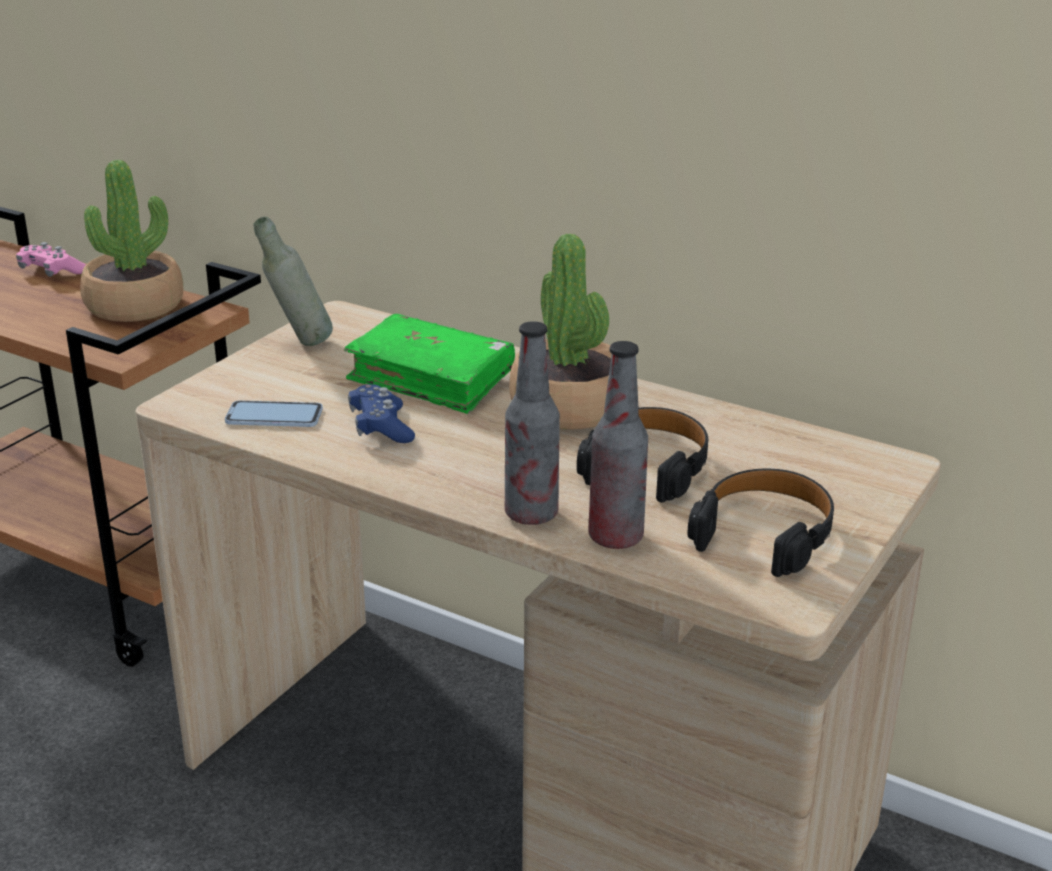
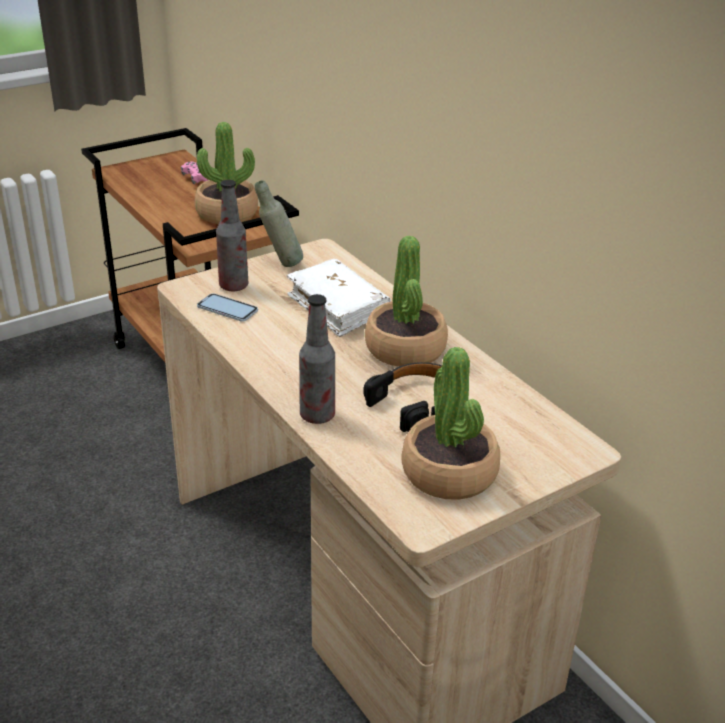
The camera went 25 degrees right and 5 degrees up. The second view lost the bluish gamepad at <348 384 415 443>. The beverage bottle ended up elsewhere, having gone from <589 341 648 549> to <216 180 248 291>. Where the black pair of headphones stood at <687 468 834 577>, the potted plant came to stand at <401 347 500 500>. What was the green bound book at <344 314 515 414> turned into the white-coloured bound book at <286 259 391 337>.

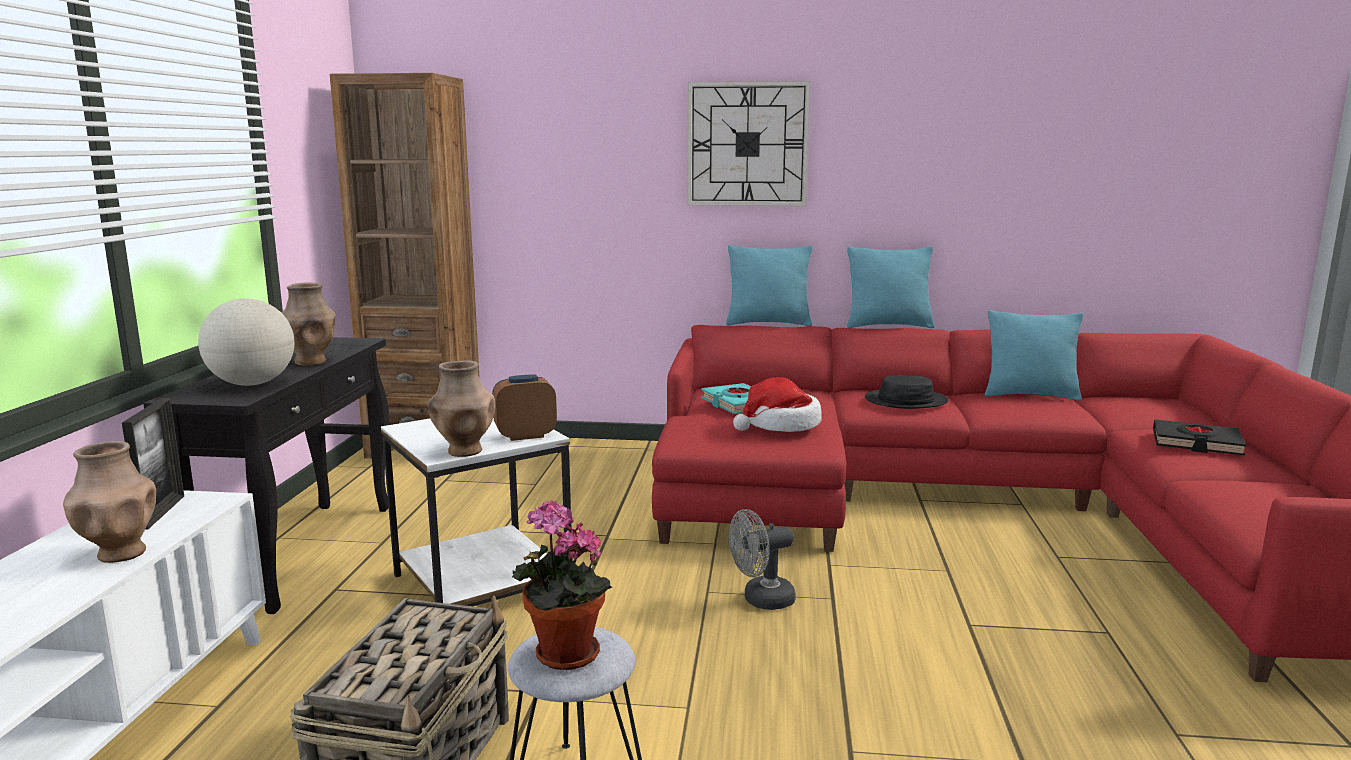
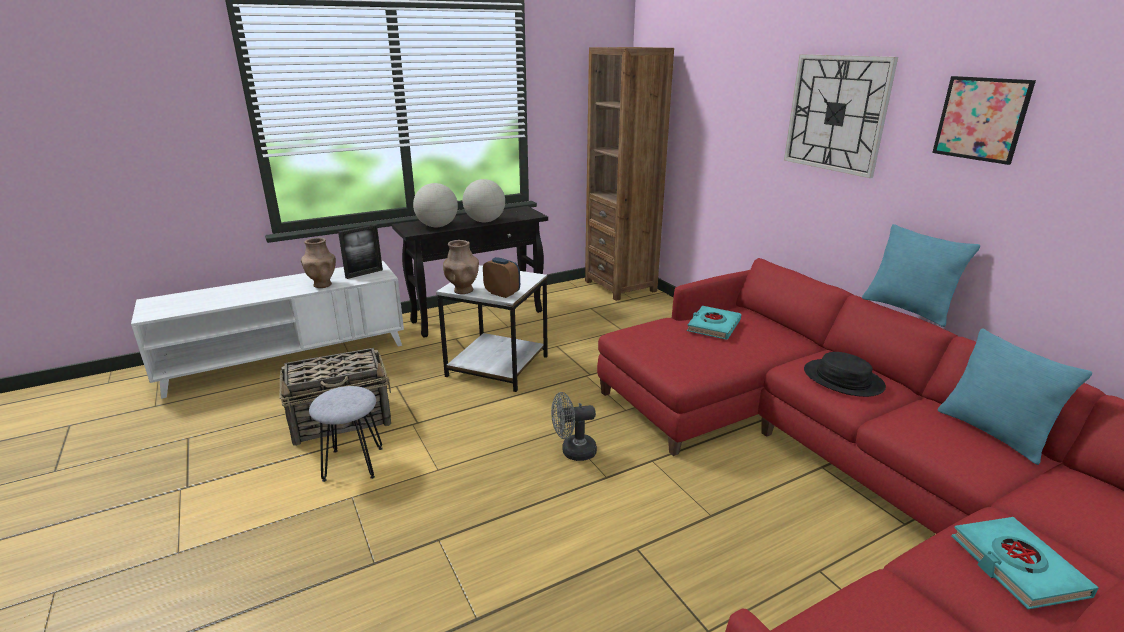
The camera went 55 degrees right and 10 degrees up. The second view lost the potted plant at <512 500 613 670>. The second view lost the blue-green cushion at <726 245 813 326>. The second view lost the clothing hat at <733 377 822 432>. The second view gained the picture at <932 76 1036 165>. Where the brownish decorative vase stood at <281 283 336 365>, the world globe came to stand at <462 179 505 222>. What was the black bound book at <1153 419 1246 455> turned into the blue-green bound book at <952 517 1099 609>. The grey electric fan at <729 509 796 610> ended up facing another way, 45 degrees counterclockwise from before.

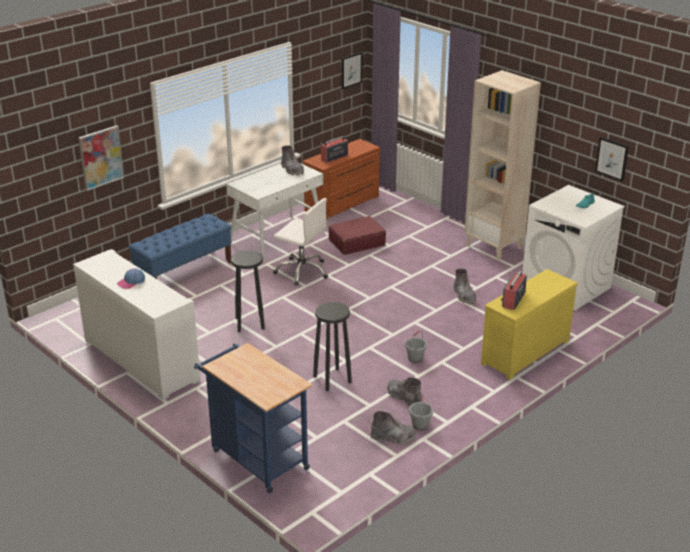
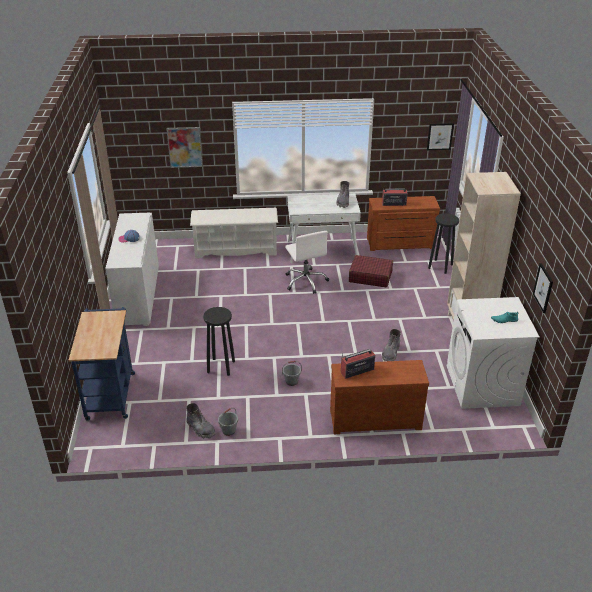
The camera went 40 degrees right and 5 degrees up. The second view lost the grey tall boot at <387 377 421 406>. The black stool ended up elsewhere, having gone from <231 250 265 332> to <428 213 459 274>. Where the bluish bench stood at <129 214 231 279>, the white-coloured shoe shelf came to stand at <190 208 278 258>. What was the yellow chest of drawers at <481 269 577 380> turned into the brownish chest of drawers at <330 360 429 434>.

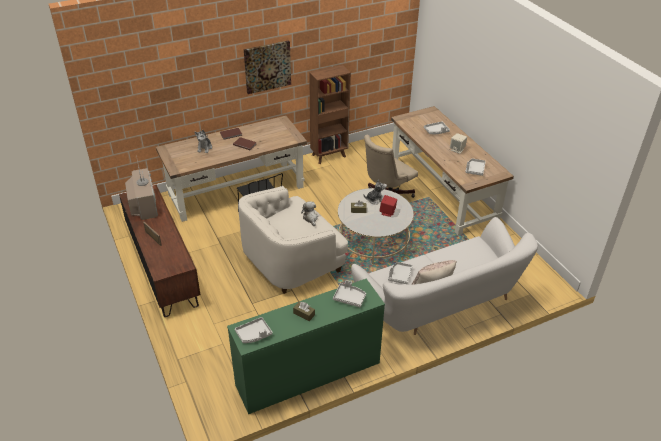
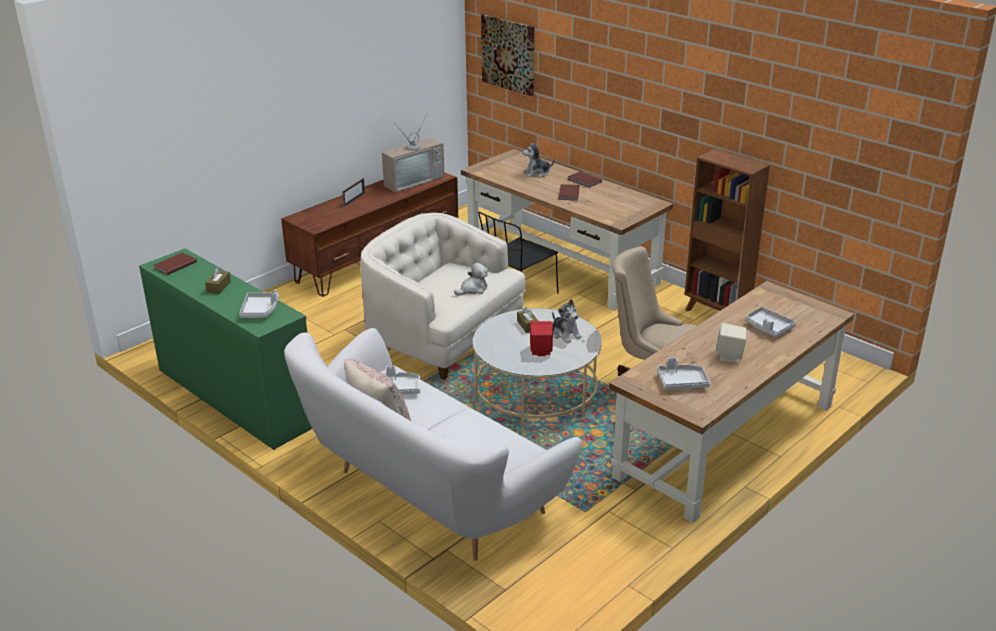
The camera went 70 degrees right and 10 degrees down. The picture ended up elsewhere, having gone from <244 40 291 94> to <481 14 534 96>. Where the grey carrying tray stood at <235 317 273 343>, the brownish bound book came to stand at <154 252 197 275>.

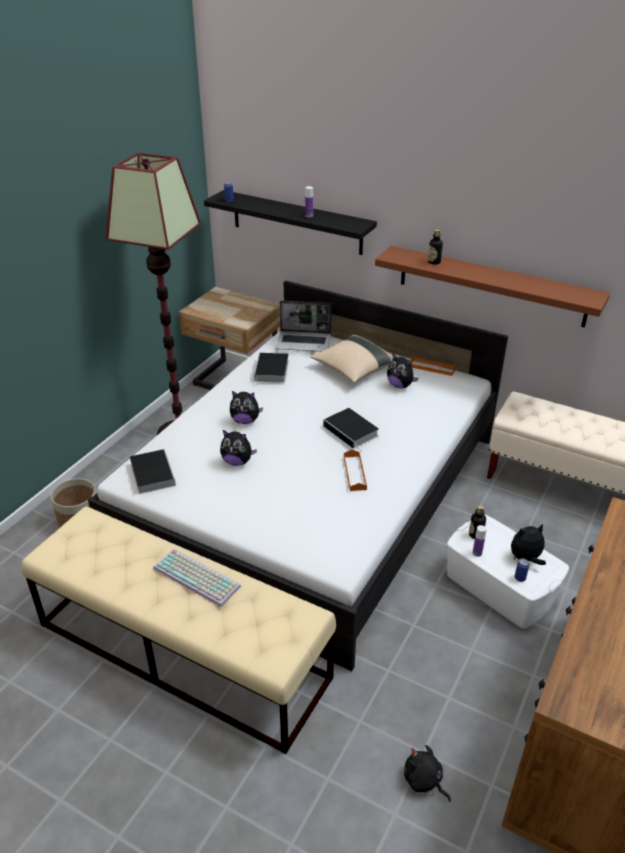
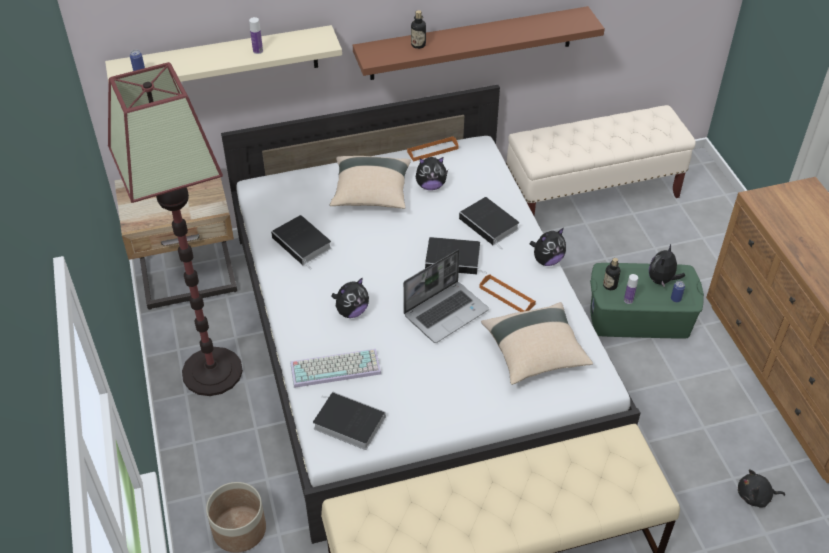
The camera went 45 degrees left and 10 degrees up. The second view gained the bound book at <459 197 519 250>. The second view gained the beige-coloured cushion at <481 302 593 385>. The computer keyboard ended up elsewhere, having gone from <153 549 241 607> to <290 349 381 388>. The plush toy ended up elsewhere, having gone from <220 430 257 466> to <530 228 566 266>. The laptop ended up elsewhere, having gone from <276 301 331 352> to <403 249 489 343>. What was the black wall shelf at <204 190 377 255> turned into the beige-coloured wall shelf at <105 25 342 82>. What was the white-coloured storage bin at <447 515 569 629> turned into the green storage bin at <590 263 704 339>.

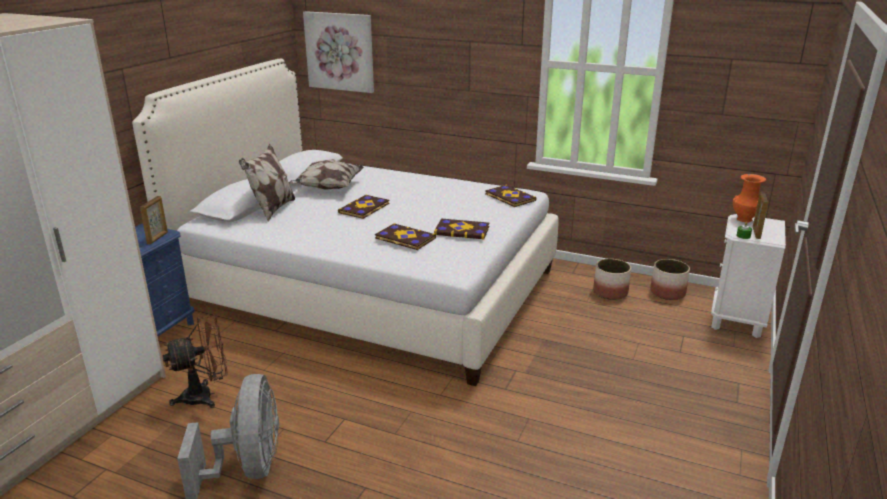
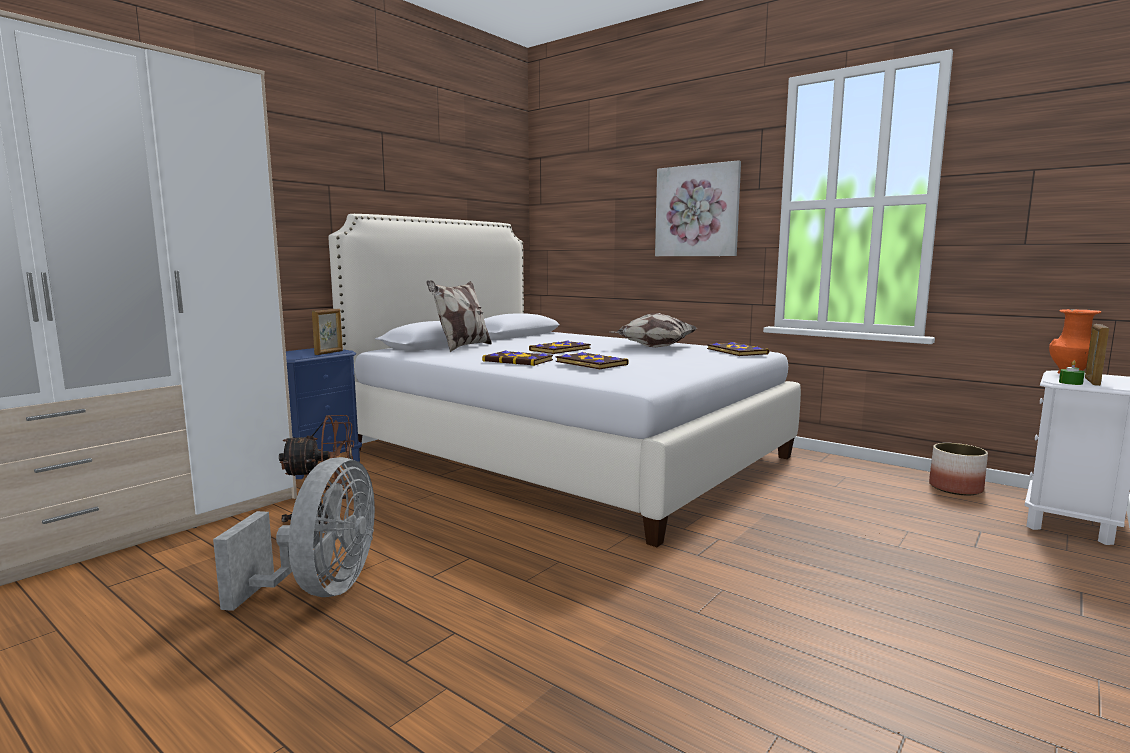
The camera went 15 degrees right and 15 degrees down. The second view lost the flower pot at <593 259 631 300>. The cushion ended up elsewhere, having gone from <289 159 364 189> to <610 313 697 347>. The picture ended up elsewhere, having gone from <303 11 374 93> to <655 160 741 256>. The bound book ended up elsewhere, having gone from <434 219 489 239> to <482 350 553 366>.

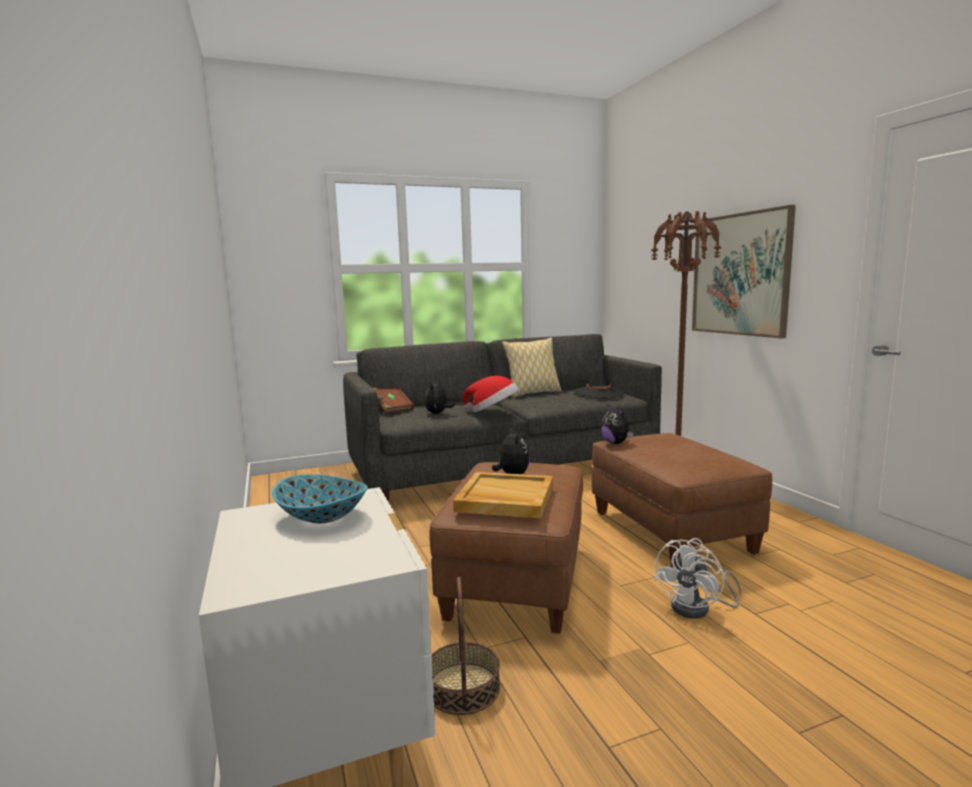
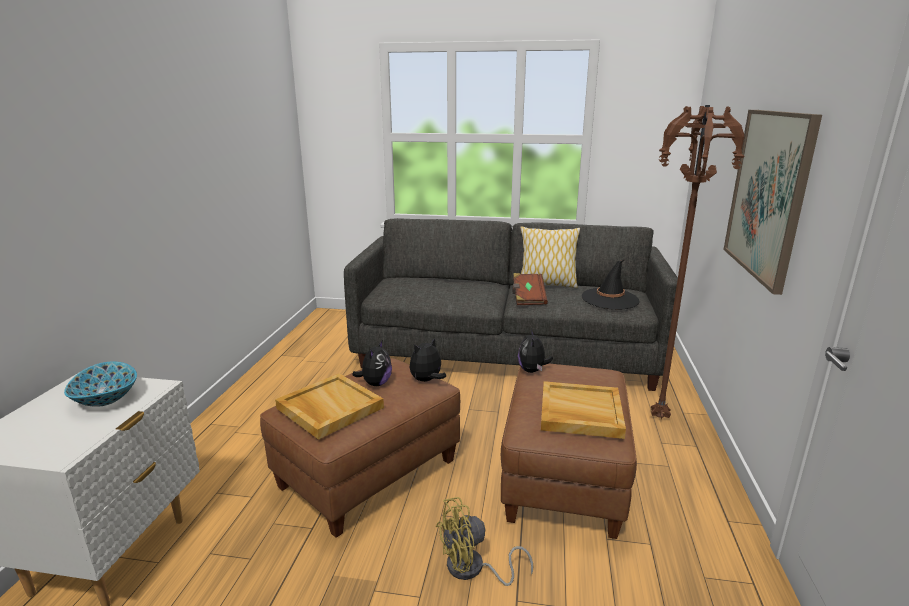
The camera went 30 degrees right and 10 degrees up. The second view lost the storage basket at <432 577 500 715>. The second view lost the clothing hat at <463 376 519 412>. The second view gained the beige-coloured carrying tray at <541 381 626 439>. The brownish bound book ended up elsewhere, having gone from <373 388 414 414> to <512 273 548 305>. The plush toy ended up elsewhere, having gone from <425 380 455 414> to <409 338 446 382>. What was the white-coloured electric fan at <654 538 741 619> turned into the yellow electric fan at <436 497 533 586>.

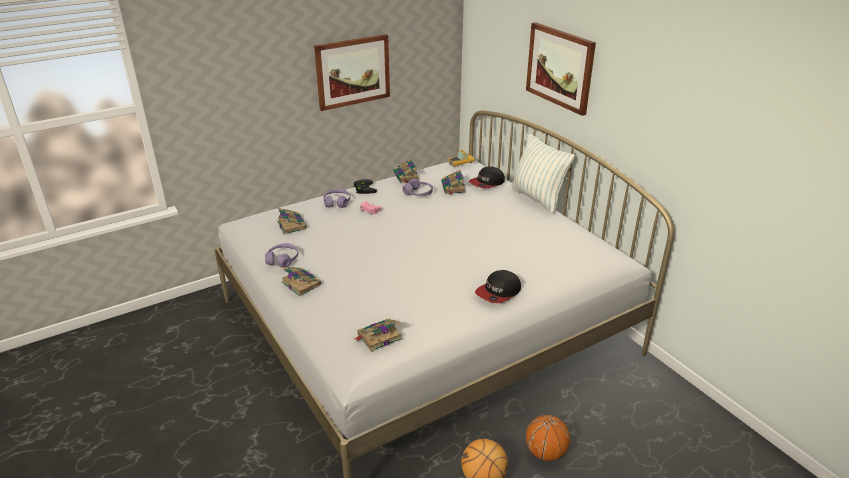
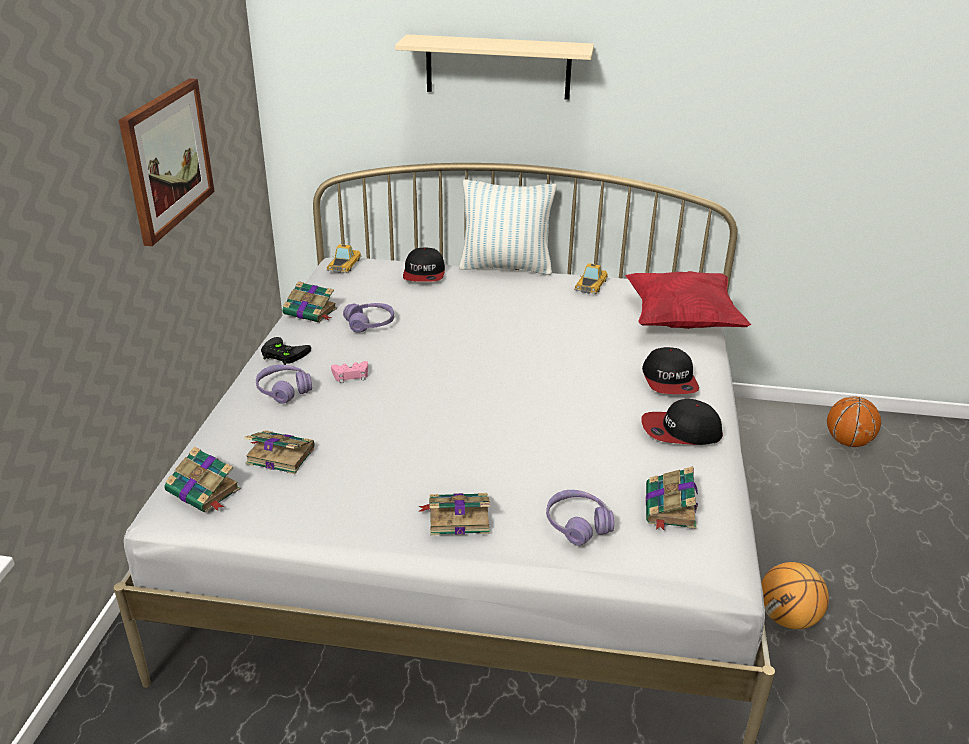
The camera went 50 degrees left and 0 degrees up. The second view gained the miniature car at <574 263 608 294>. The second view gained the red cushion at <625 271 751 329>. The second view gained the baseball cap at <642 399 723 445>. The purple-coloured pair of headphones ended up elsewhere, having gone from <265 243 299 267> to <546 490 614 545>. The bound book ended up elsewhere, having gone from <441 170 466 195> to <165 446 241 513>. The basketball ball ended up elsewhere, having gone from <526 415 570 461> to <827 397 881 447>. Where the picture hung at <526 22 596 116>, the beige-coloured wall shelf came to hang at <395 34 594 100>.

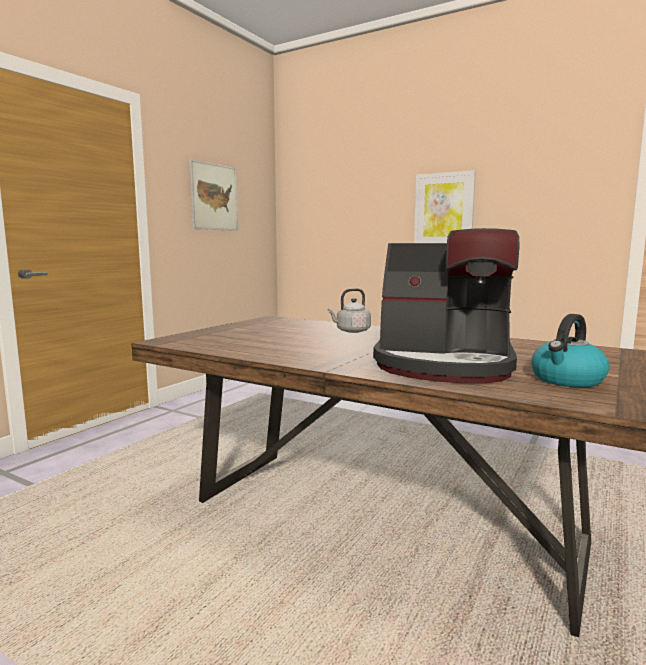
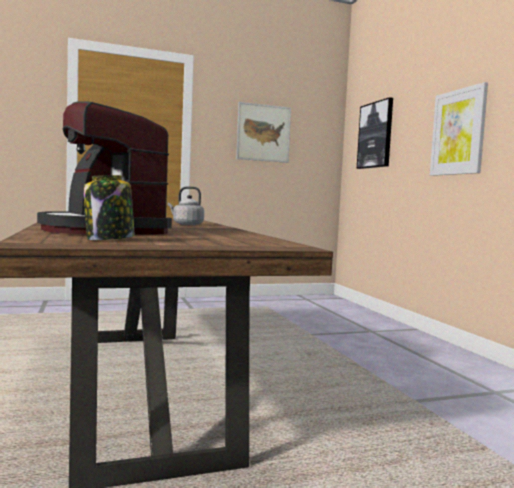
The camera went 40 degrees right and 5 degrees down. The second view gained the picture at <357 97 393 169>. Where the tea kettle stood at <532 314 610 387>, the storage jar came to stand at <83 175 135 240>.

